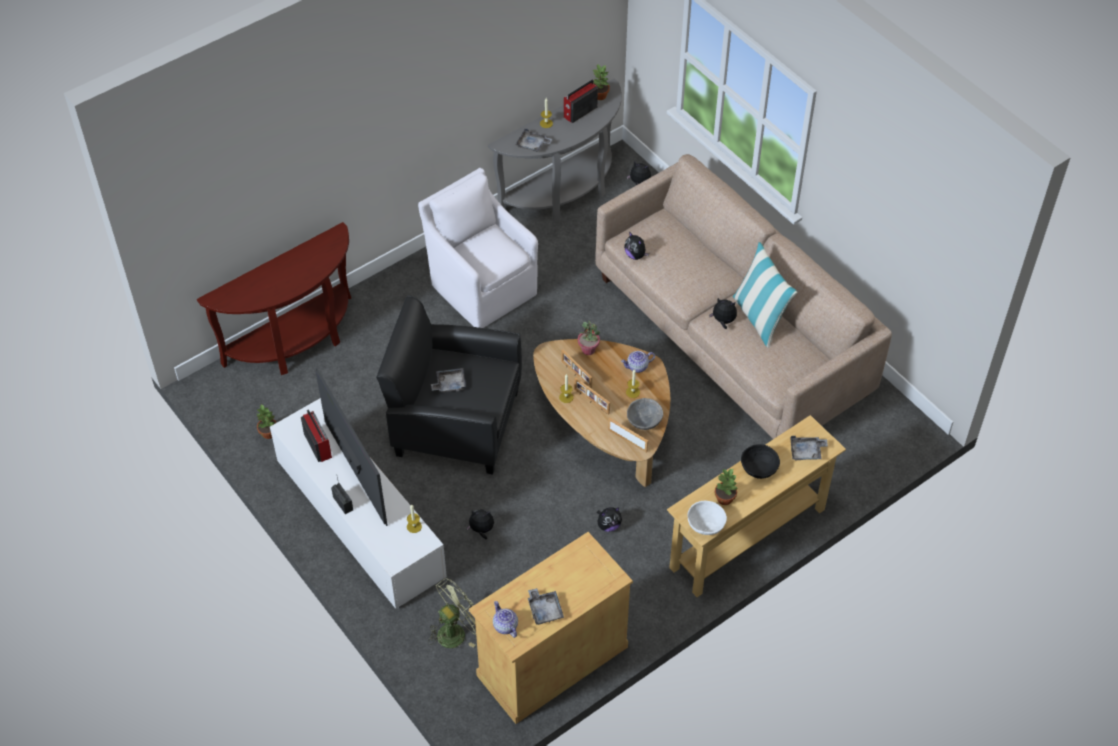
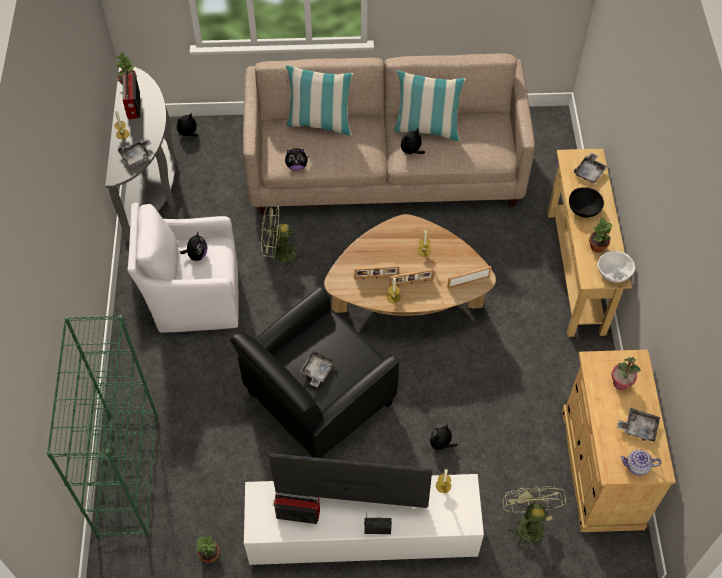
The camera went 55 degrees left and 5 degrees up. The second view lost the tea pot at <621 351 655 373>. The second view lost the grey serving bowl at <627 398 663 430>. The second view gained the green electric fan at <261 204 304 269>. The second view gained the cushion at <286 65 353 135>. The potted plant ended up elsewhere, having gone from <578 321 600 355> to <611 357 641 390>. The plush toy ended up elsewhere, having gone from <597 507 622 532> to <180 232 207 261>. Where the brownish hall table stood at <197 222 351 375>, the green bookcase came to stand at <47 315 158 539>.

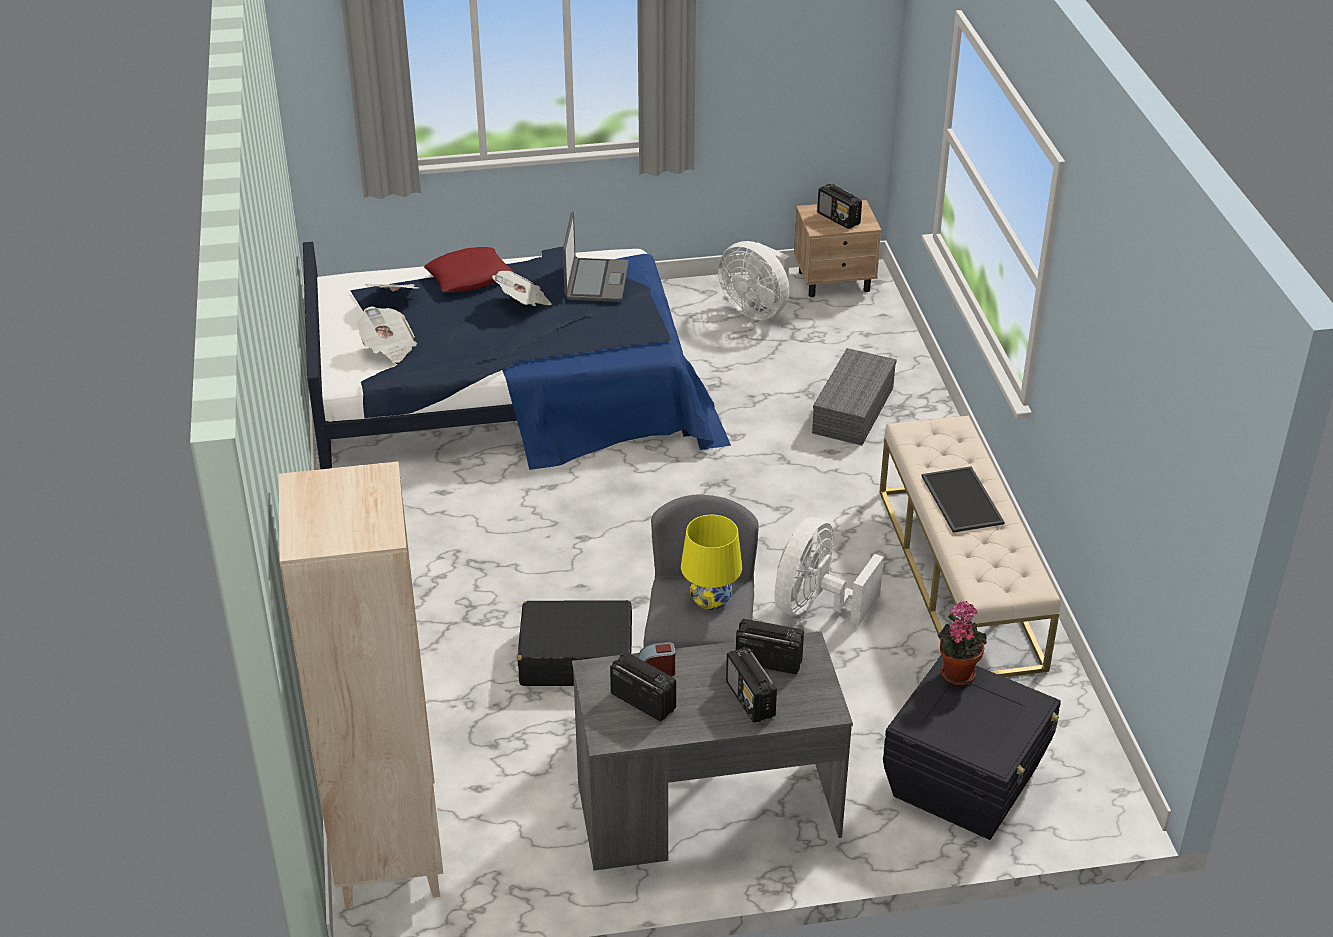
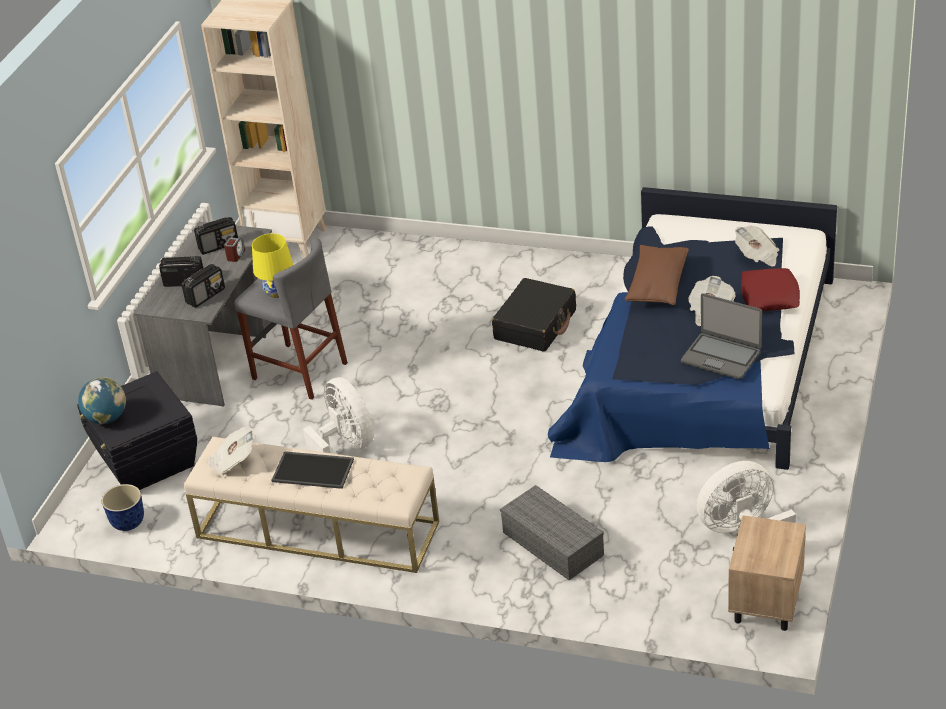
The camera went 120 degrees right and 0 degrees up. The second view lost the radio receiver at <817 184 862 229>. The second view lost the potted plant at <938 601 987 685>. The second view gained the world globe at <78 377 126 424>. The second view gained the flower pot at <102 484 144 531>. The second view gained the brownish cushion at <625 245 689 305>. The newspaper ended up elsewhere, having gone from <357 306 417 363> to <207 427 255 475>. The black suitcase ended up elsewhere, having gone from <518 600 632 686> to <492 278 576 352>.

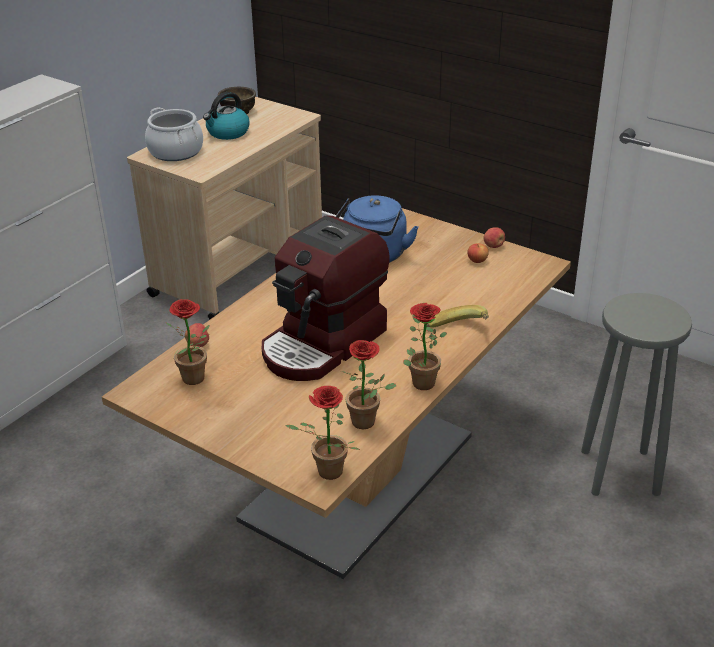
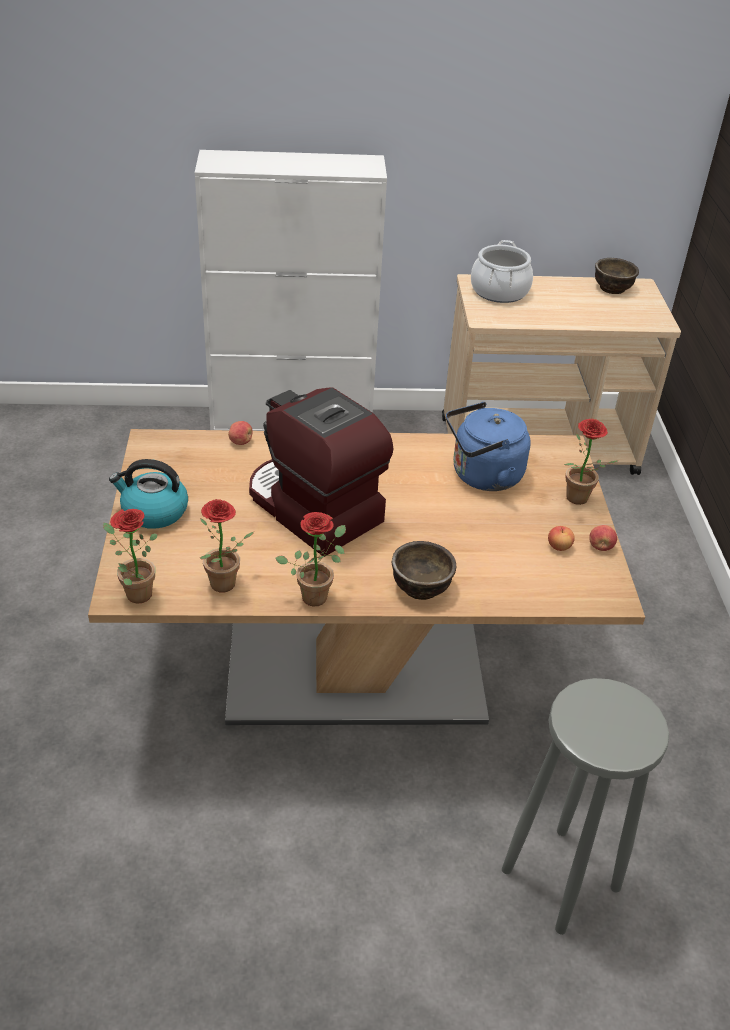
The camera went 50 degrees right and 5 degrees up. The potted plant ended up elsewhere, having gone from <165 299 210 385> to <564 419 618 505>. The tea kettle ended up elsewhere, having gone from <203 92 250 140> to <109 459 188 529>. Where the banana fruit stood at <427 305 489 328>, the brownish serving bowl came to stand at <392 541 456 600>. The coffee machine at <262 216 390 381> ended up facing another way, 45 degrees clockwise from before.

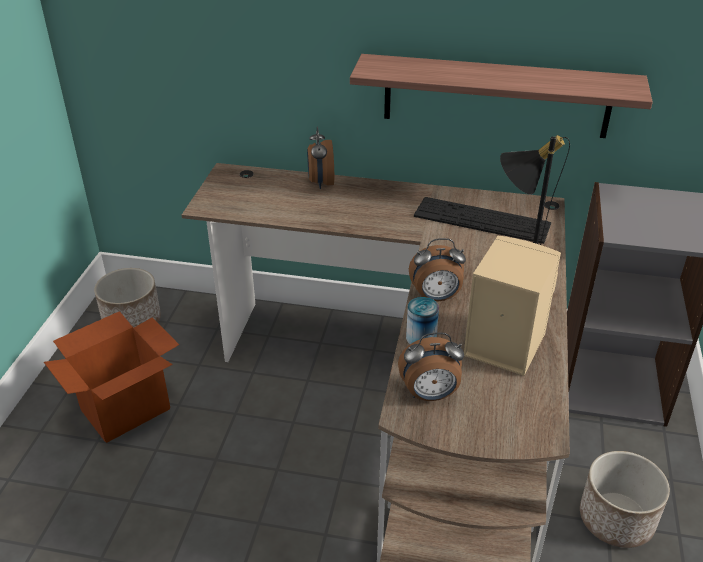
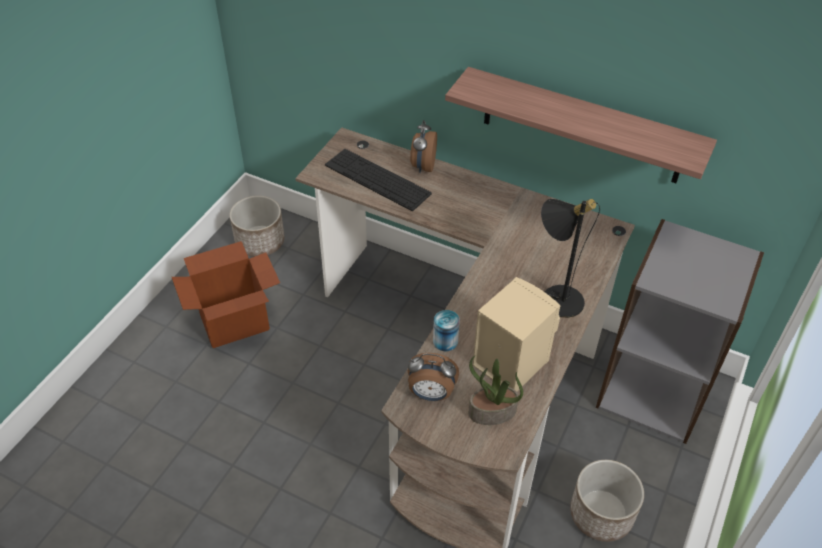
The camera went 15 degrees right and 10 degrees up. The second view lost the table clock at <409 238 466 301>. The second view gained the potted plant at <468 356 523 425>. The computer keyboard ended up elsewhere, having gone from <414 197 551 244> to <325 149 432 211>.

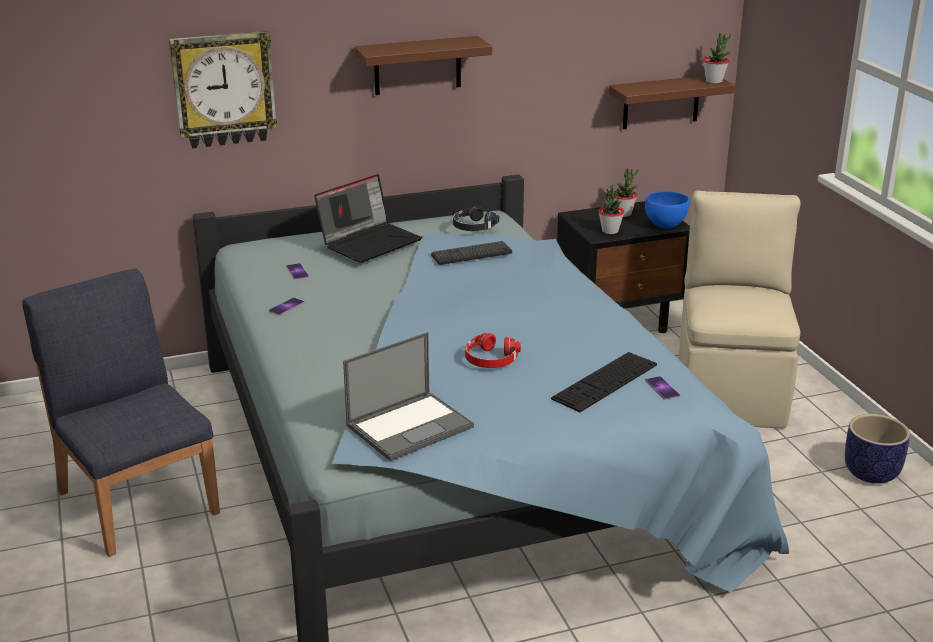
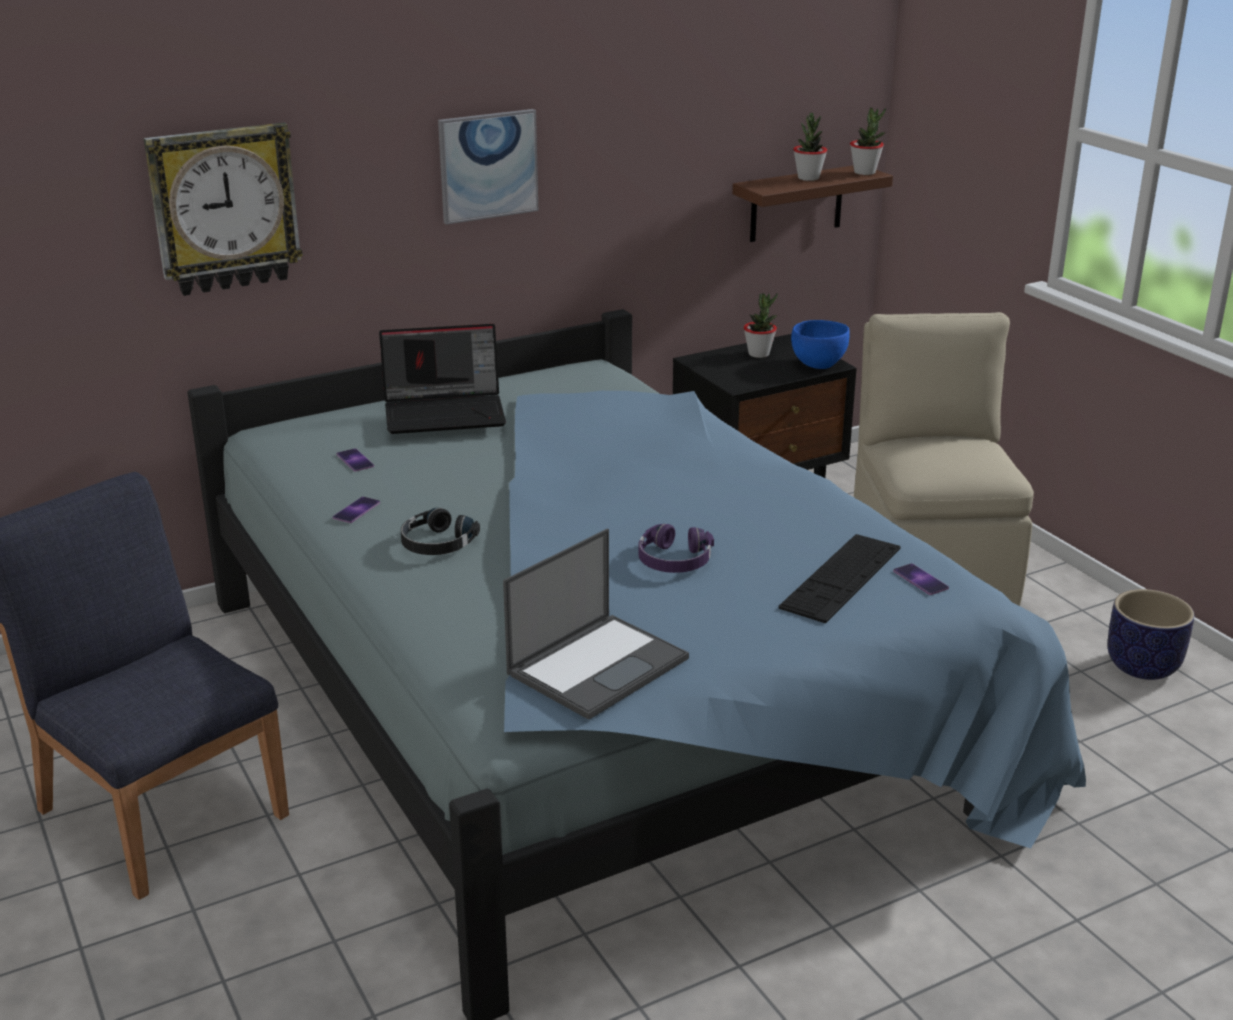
The camera went 10 degrees left and 0 degrees up. The second view lost the computer keyboard at <431 241 512 265>. The black pair of headphones ended up elsewhere, having gone from <453 207 500 231> to <401 508 480 555>. The potted plant ended up elsewhere, having gone from <598 185 624 234> to <793 113 827 181>. Where the brownish wall shelf hung at <355 36 492 95>, the picture came to hang at <438 109 538 225>. What was the red pair of headphones at <465 333 521 368> turned into the purple-coloured pair of headphones at <638 524 714 573>. The laptop at <314 174 422 263> ended up facing another way, 45 degrees clockwise from before.

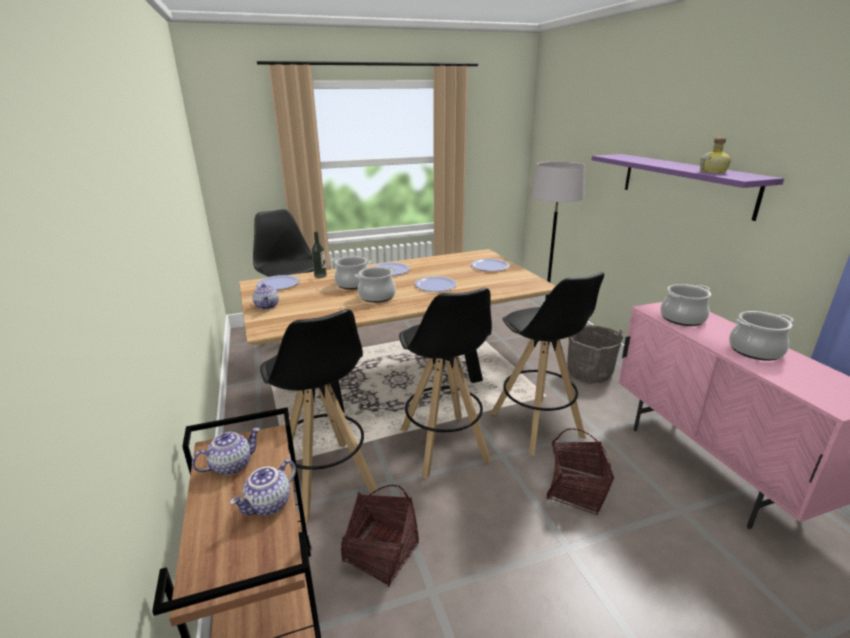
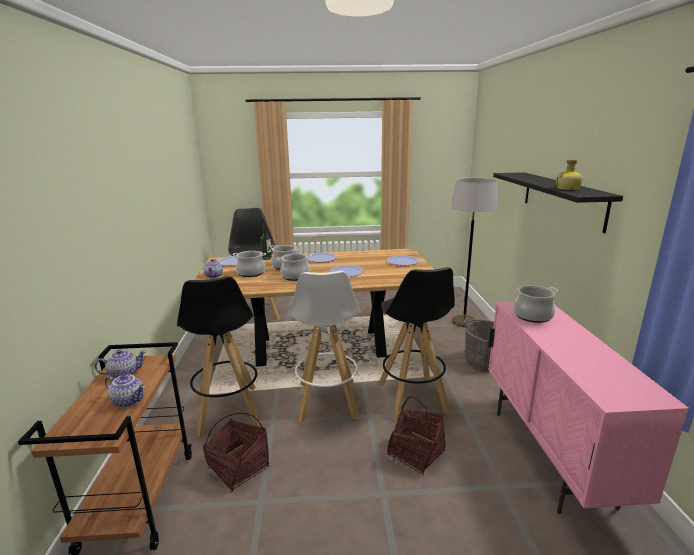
The camera went 15 degrees right and 5 degrees down. The stockpot ended up elsewhere, having gone from <729 311 794 361> to <232 251 266 277>. What was the black stool at <399 288 492 479> turned into the white-coloured stool at <289 271 360 423>. What was the purple-coloured wall shelf at <592 154 784 221> turned into the black wall shelf at <493 172 623 233>. The tea pot at <230 459 296 516> ended up facing another way, 120 degrees counterclockwise from before.

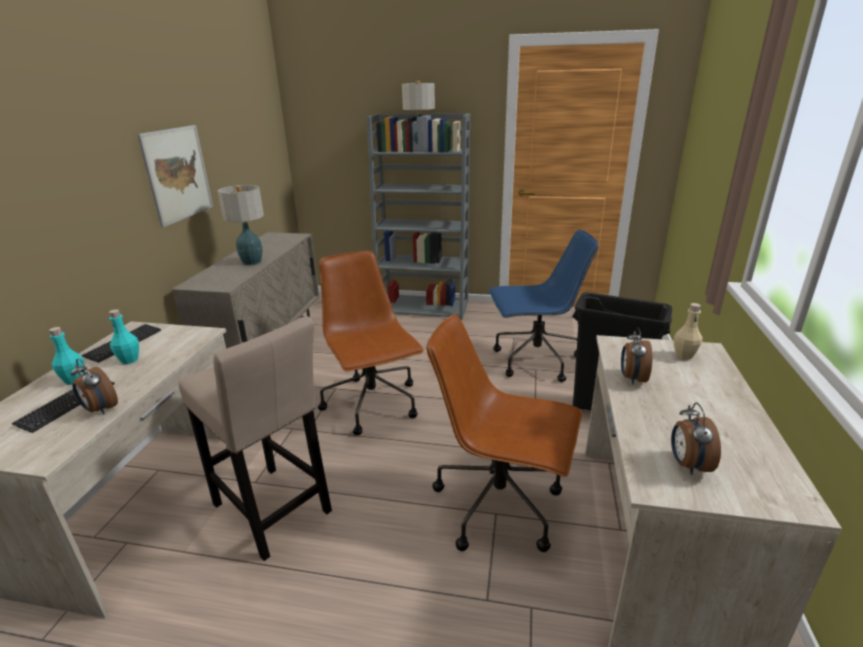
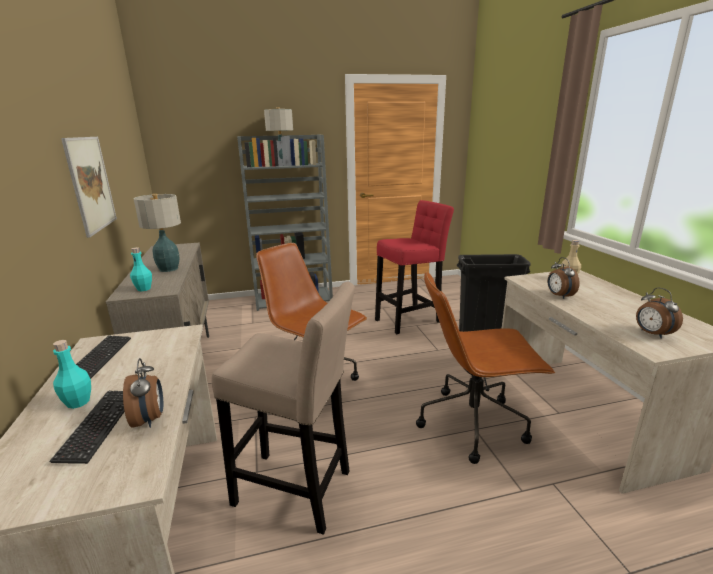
The camera went 25 degrees left and 5 degrees down. The blue-green beverage bottle ended up elsewhere, having gone from <109 309 139 364> to <130 247 152 291>. Where the bluish office chair stood at <489 229 599 382>, the red stool came to stand at <375 200 454 334>. The table clock at <71 359 118 414> ended up facing another way, 120 degrees counterclockwise from before.

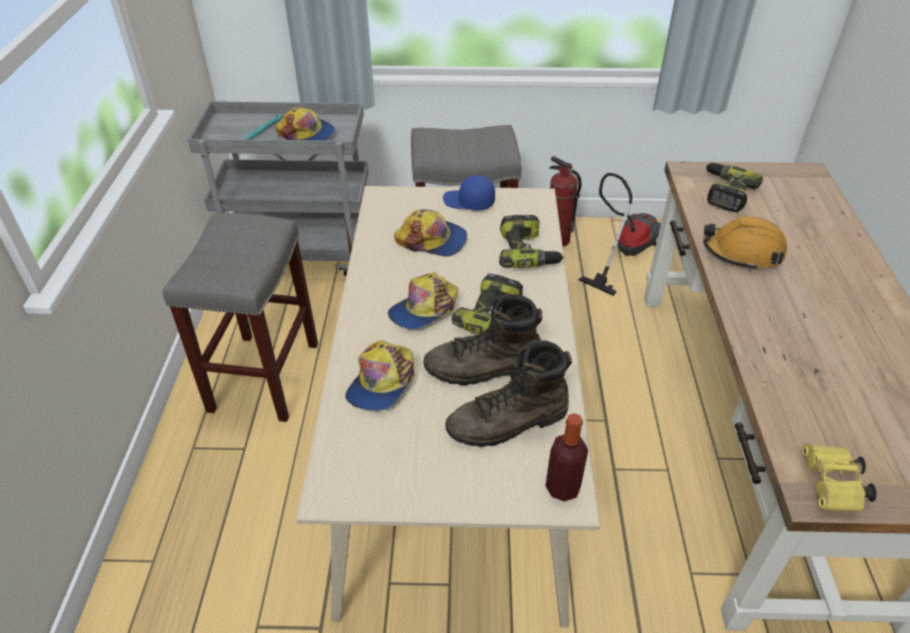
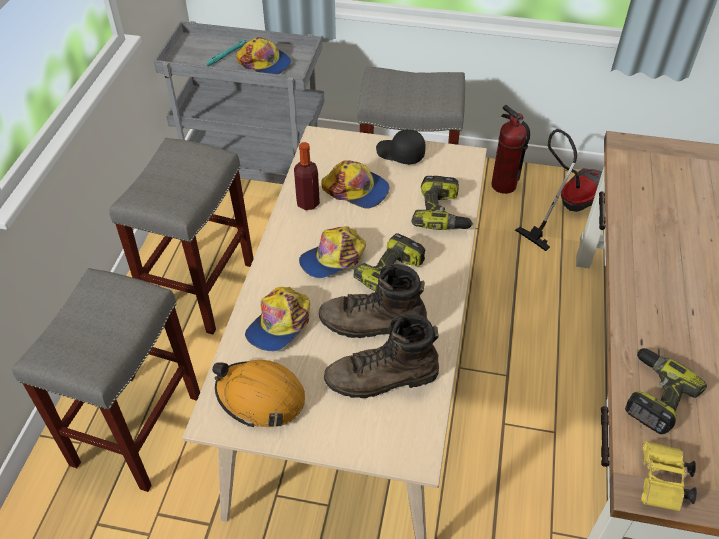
The camera went 10 degrees right and 5 degrees up. The second view gained the grey stool at <12 268 200 492>. The beverage bottle ended up elsewhere, having gone from <545 413 588 502> to <294 142 320 210>. The orange-coloured safety helmet ended up elsewhere, having gone from <703 216 787 270> to <212 360 305 427>. The power drill ended up elsewhere, having gone from <706 163 763 212> to <625 348 707 434>. What was the bluish baseball cap at <443 175 495 211> turned into the black baseball cap at <376 129 425 164>.

